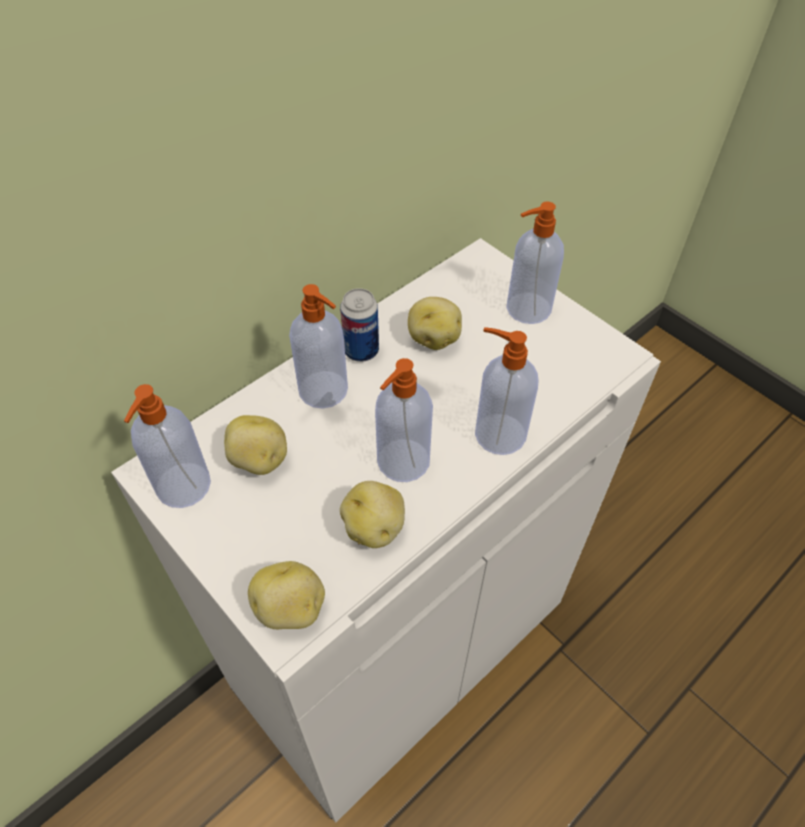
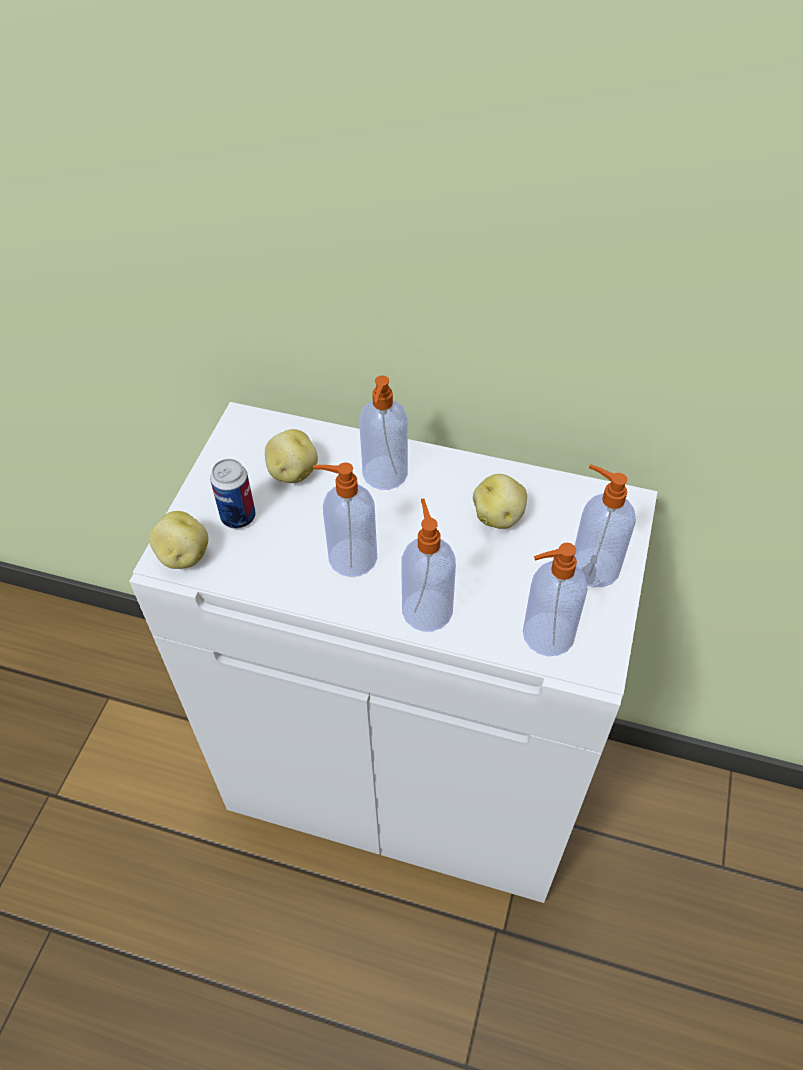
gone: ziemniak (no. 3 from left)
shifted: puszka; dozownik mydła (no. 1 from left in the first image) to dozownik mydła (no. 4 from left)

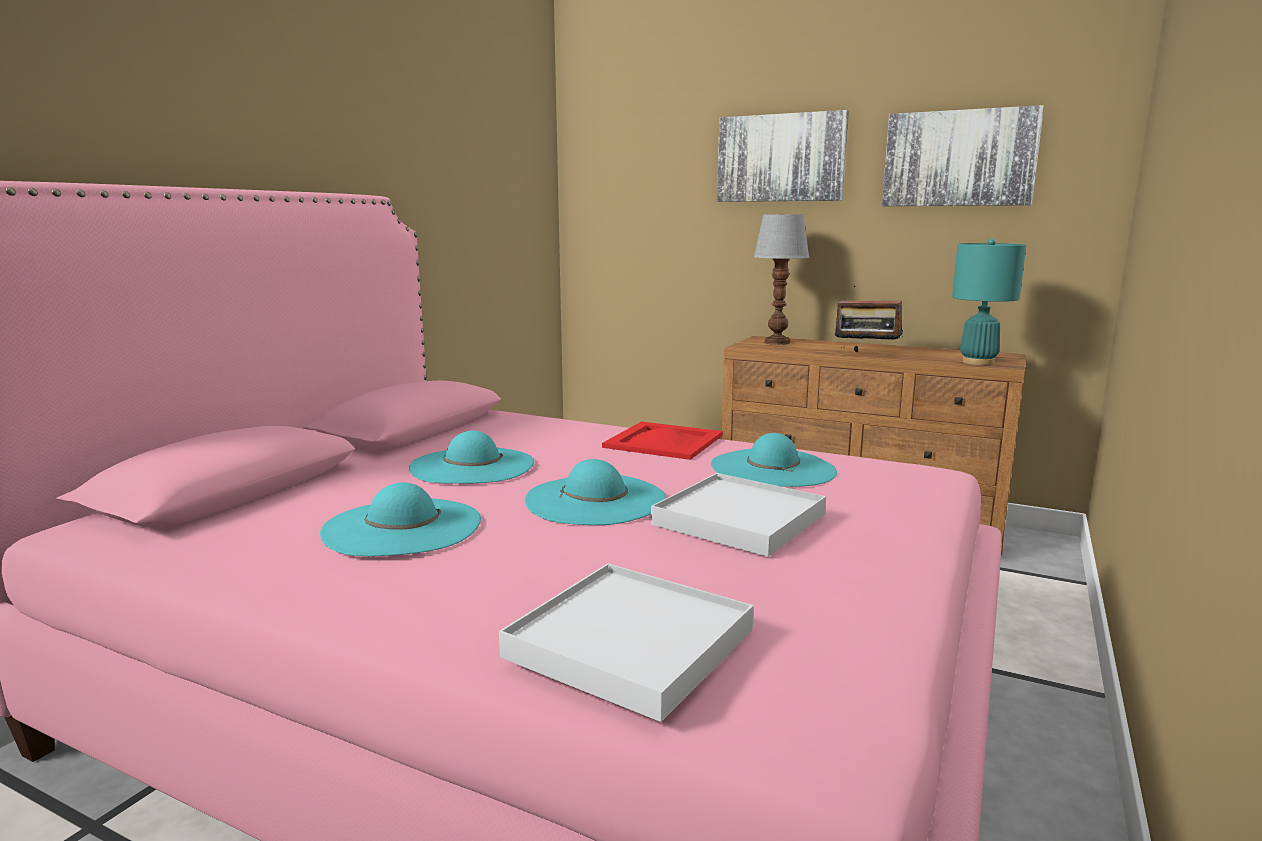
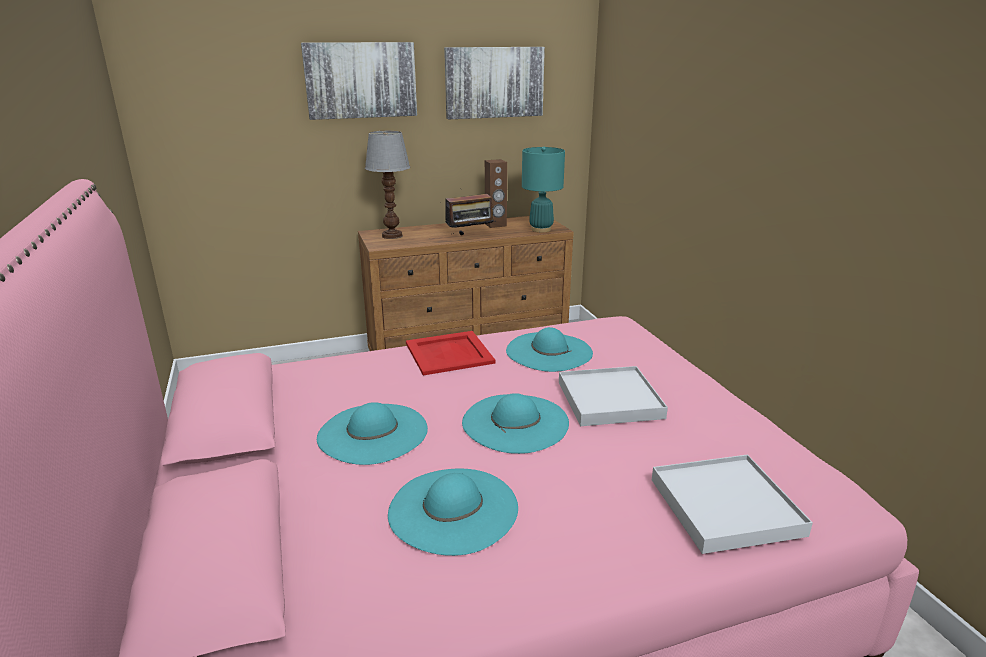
new: głośnik [brązowy]

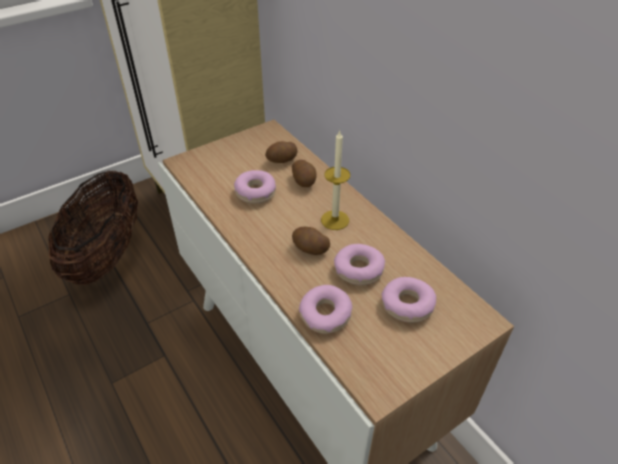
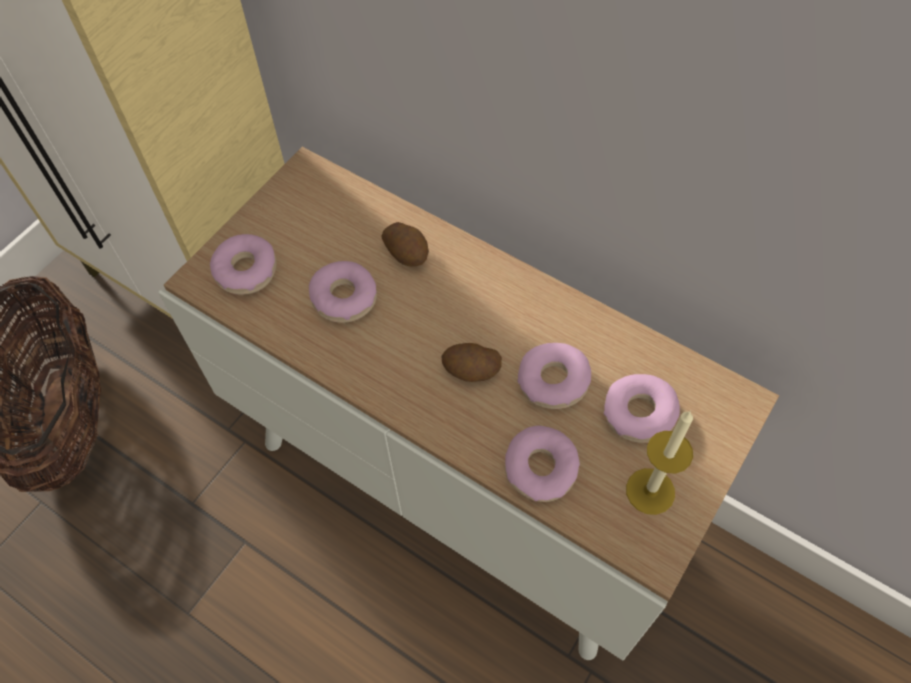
gone: ziemniak (no. 1 from left)
new: donut (no. 1 from left)
shifted: świeca

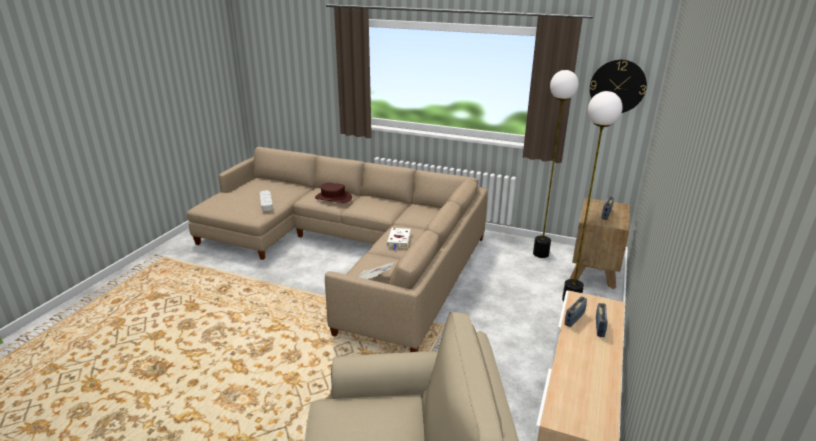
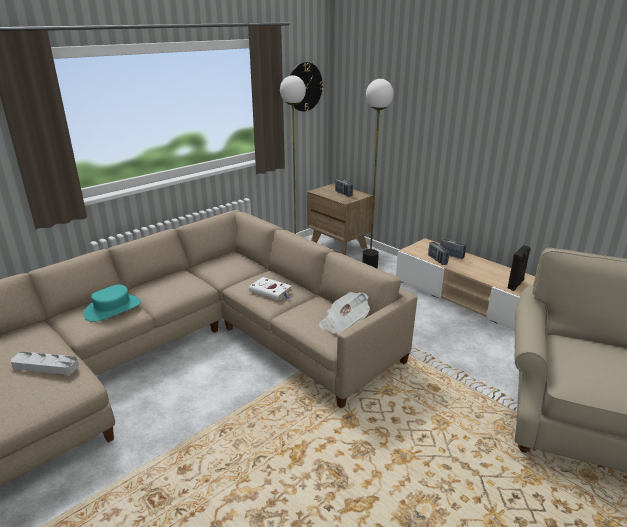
new: głośnik [czarny]
repainted: kapelusz [brązowy] to kapelusz [turkusowy]

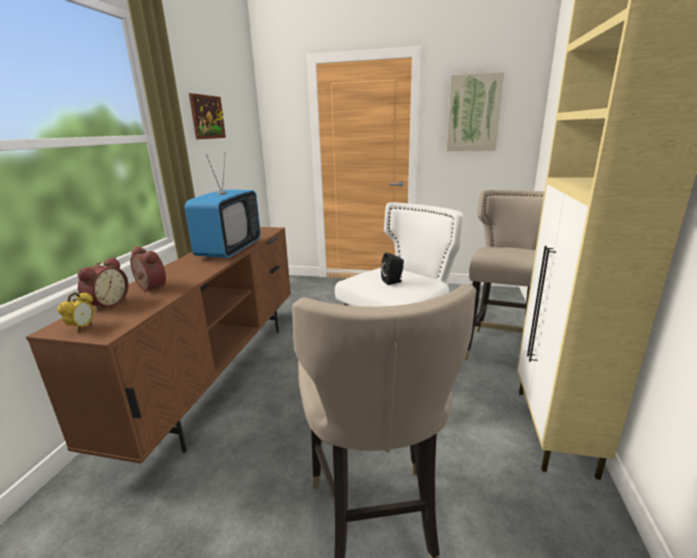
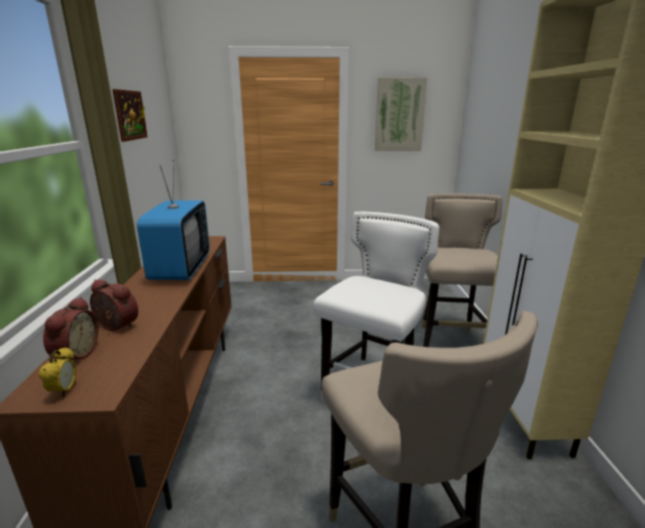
gone: głośnik [czarny]

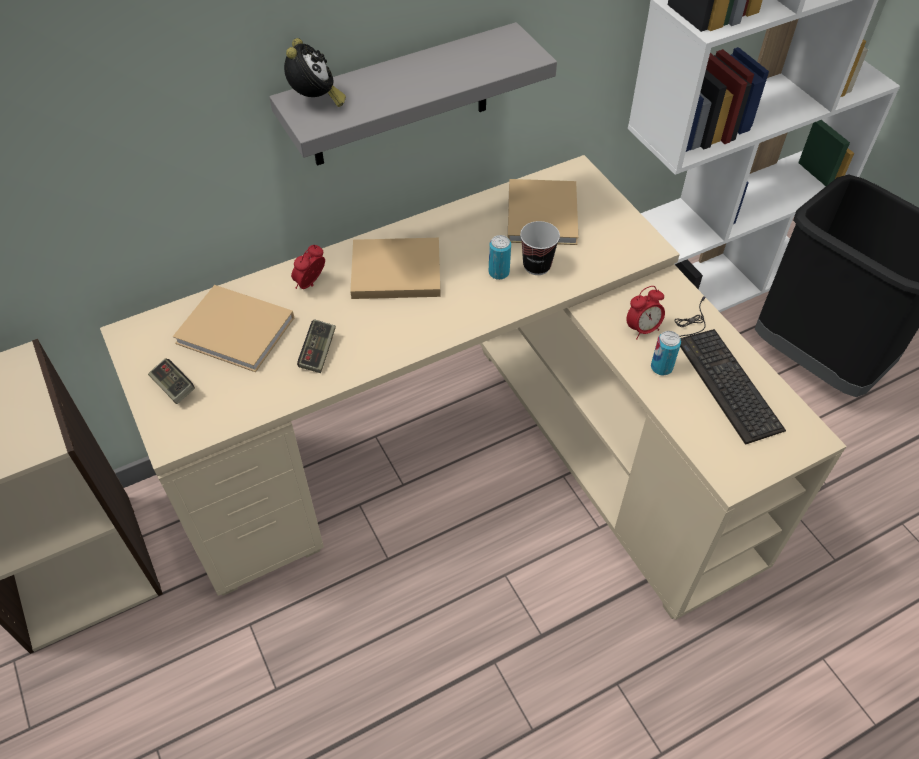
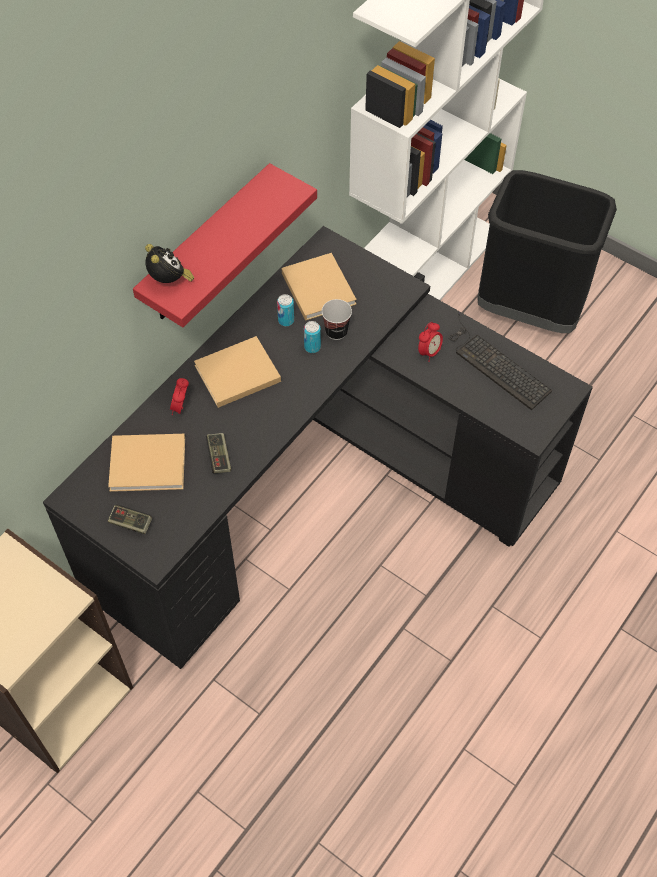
shifted: puszka (no. 2 from left in the first image) to puszka (no. 1 from left)
repainted: półka [szary] to półka [czerwony]; biurko [beżowy] to biurko [czarny]

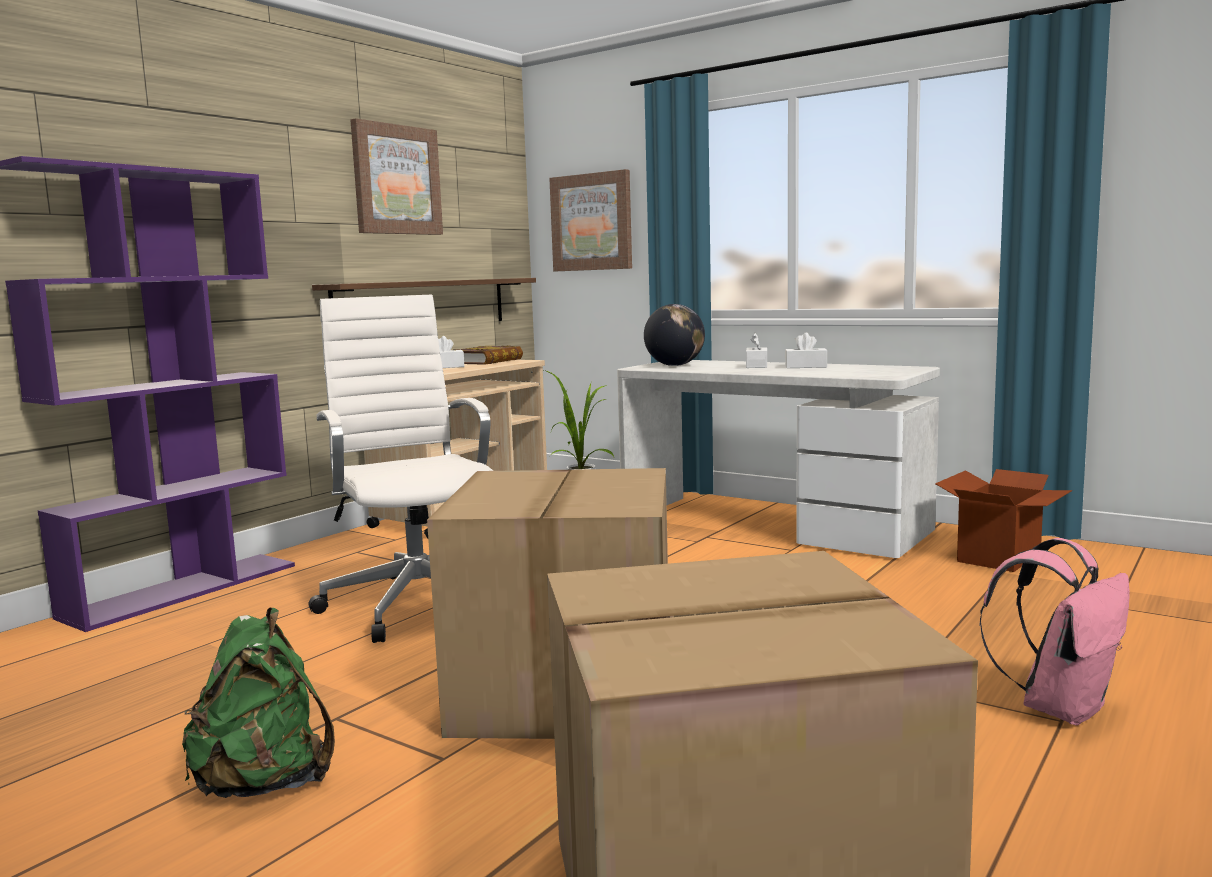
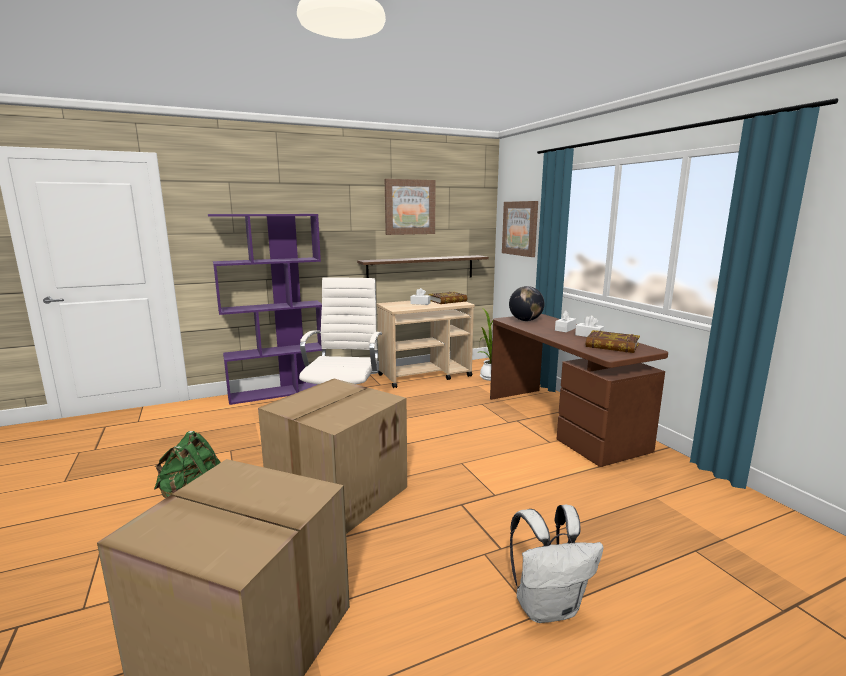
gone: karton (no. 3 from left)
new: książka (no. 2 from left)
repainted: biurko [biały] to biurko [brązowy]; plecak [różowy] to plecak [biały]

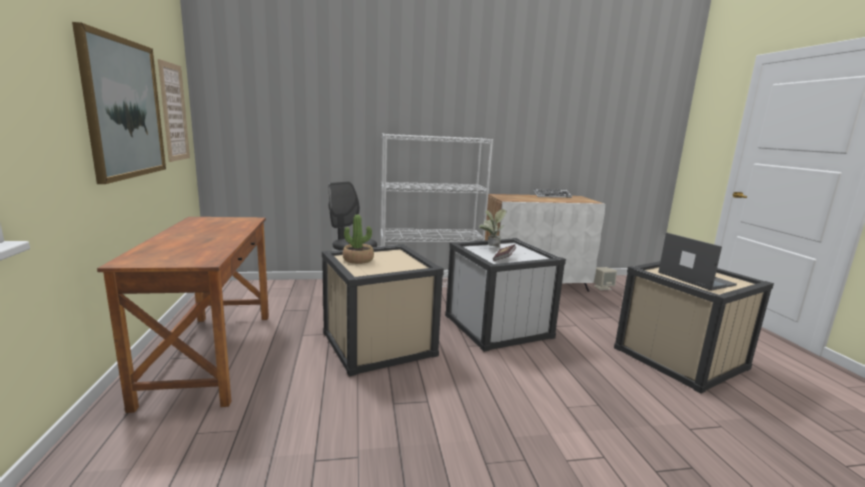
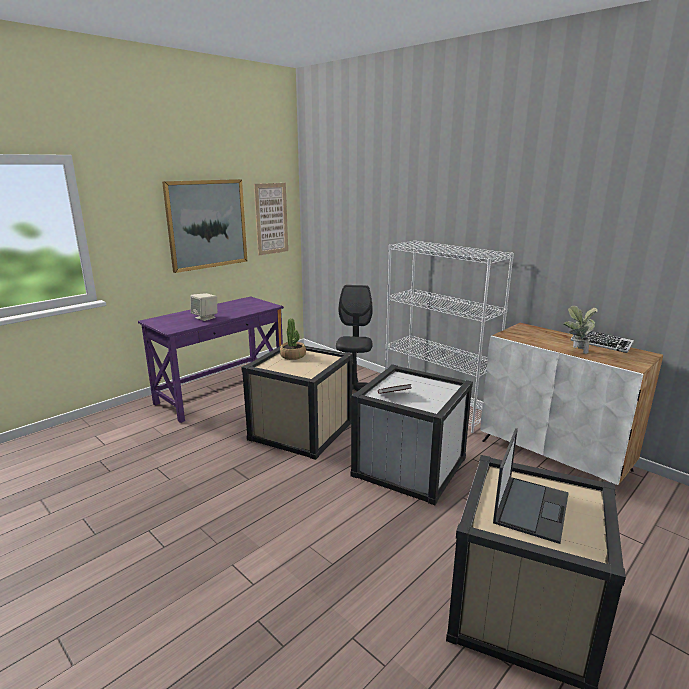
shifted: roślina doniczkowa (no. 2 from left); głośnik [beżowy]
repainted: biurko [brązowy] to biurko [fioletowy]

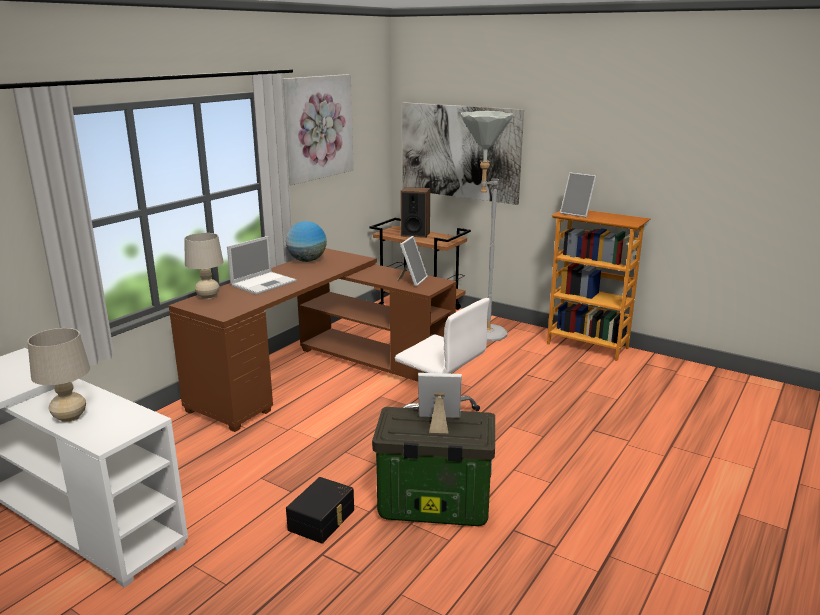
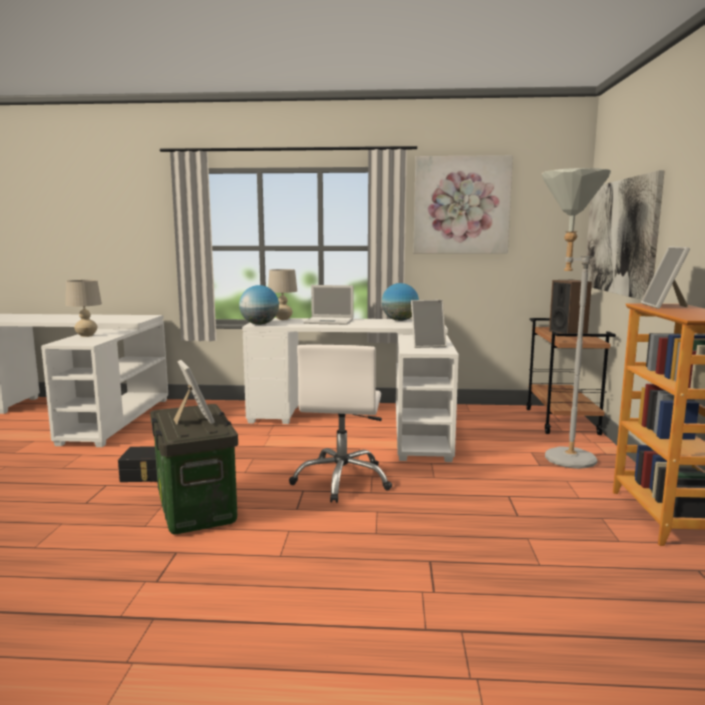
new: globus (no. 1 from left)
repainted: biurko [brązowy] to biurko [biały] (no. 2 from left)

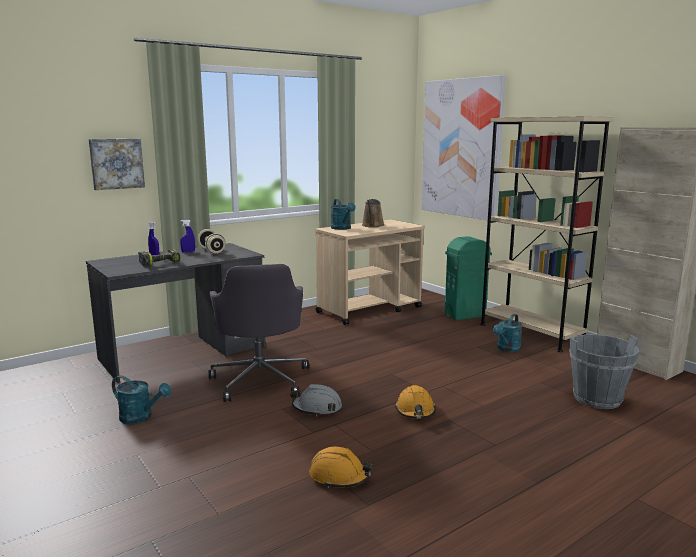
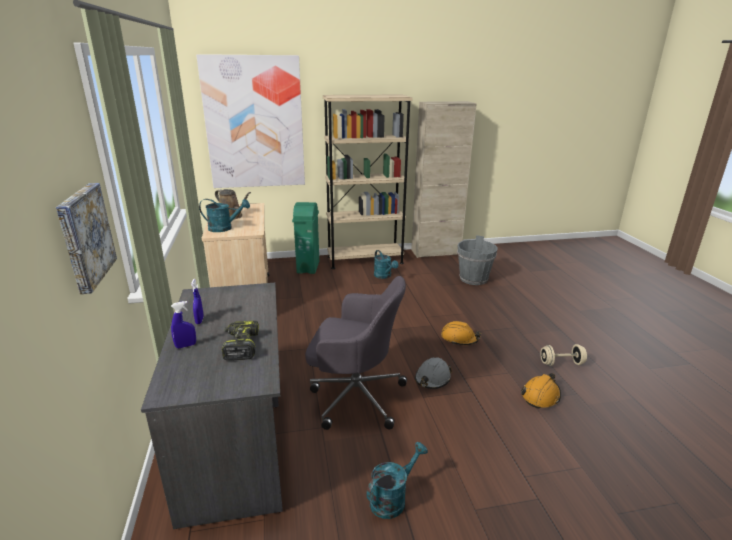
shifted: hantel [beżowy]

